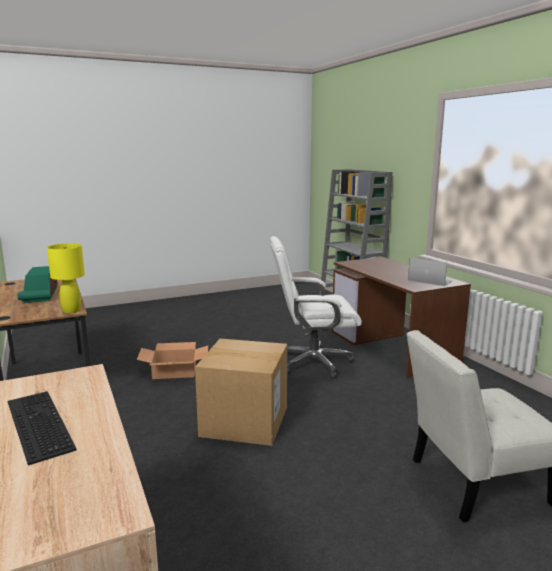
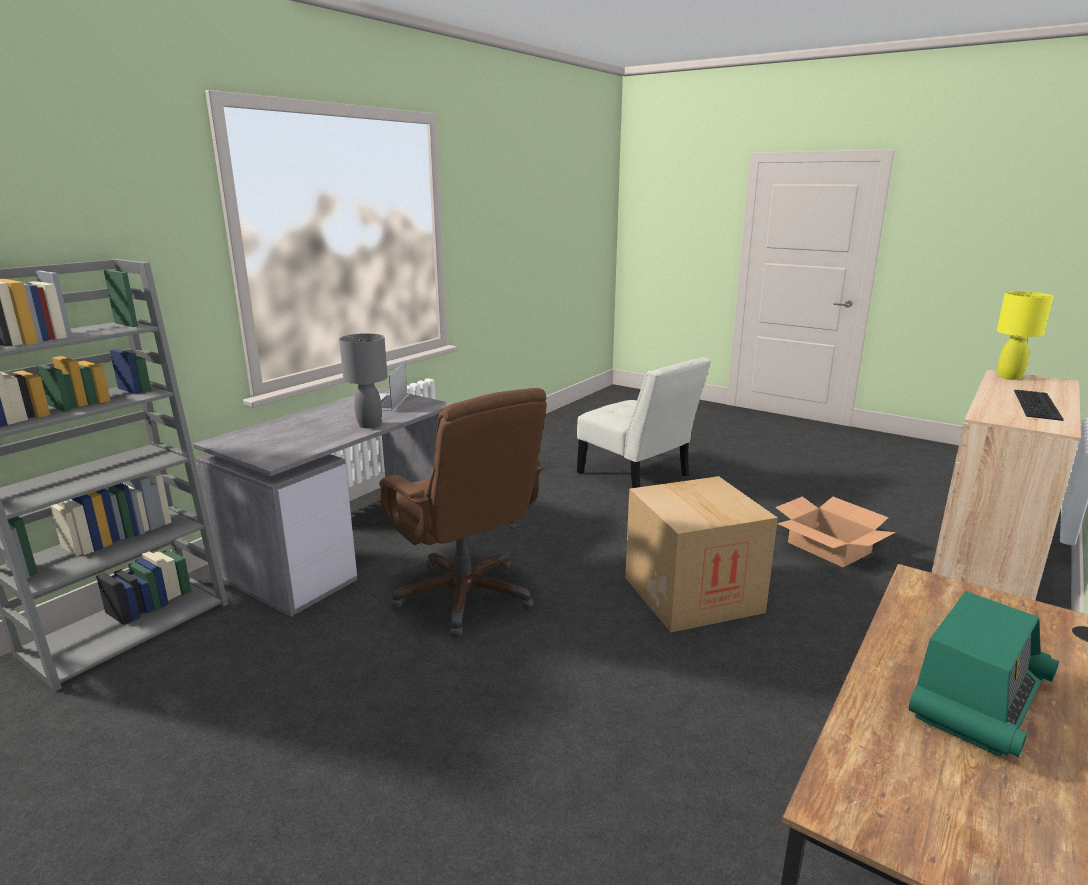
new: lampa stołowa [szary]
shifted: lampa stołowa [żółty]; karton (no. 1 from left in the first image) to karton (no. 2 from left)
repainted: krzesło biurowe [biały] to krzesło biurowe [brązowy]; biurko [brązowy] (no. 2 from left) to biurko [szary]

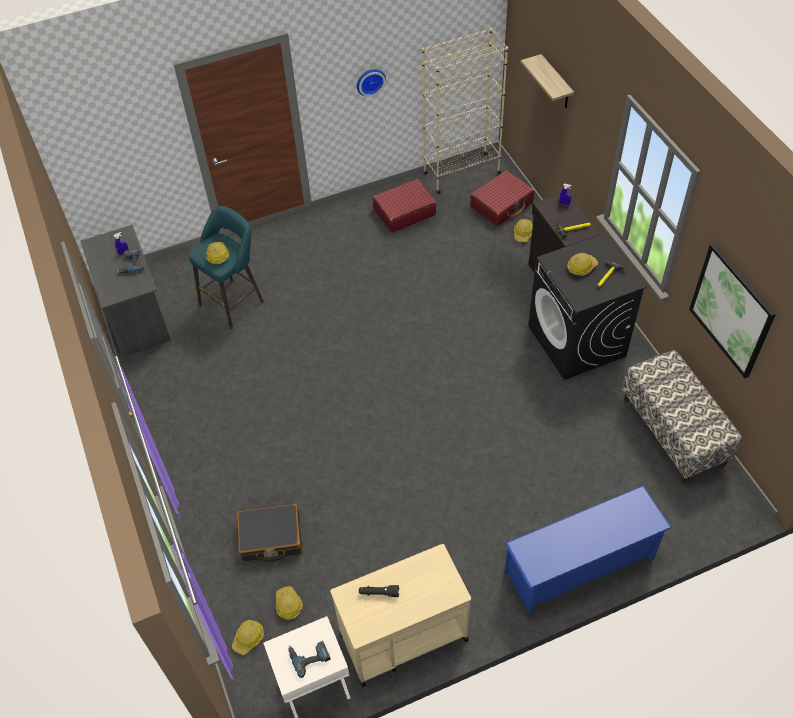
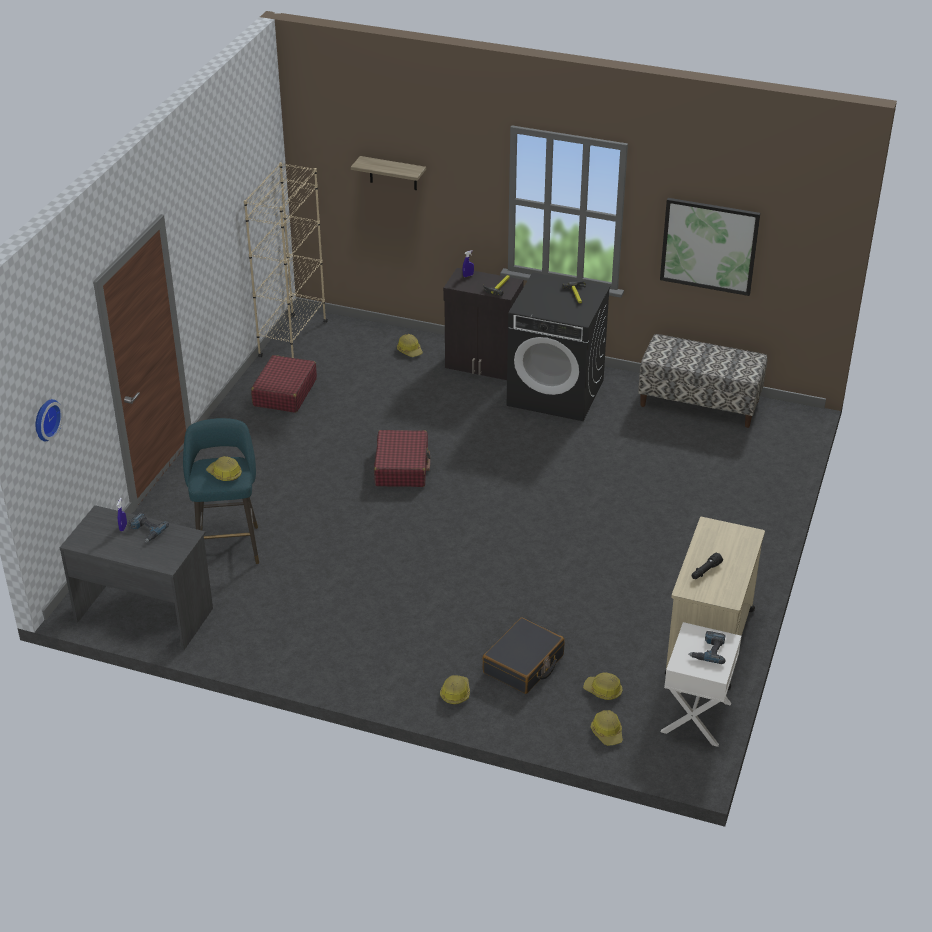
gone: regał na buty [niebieski]
shifted: zegar ścienny; walizka [czerwony] (no. 2 from left); kask (no. 5 from left in the first image) to kask (no. 3 from left)

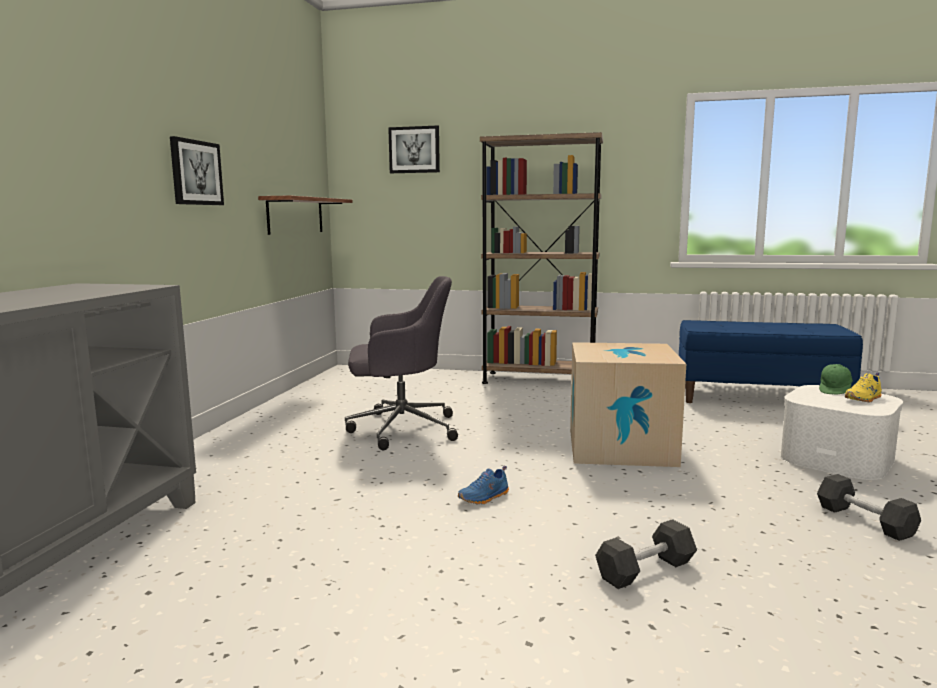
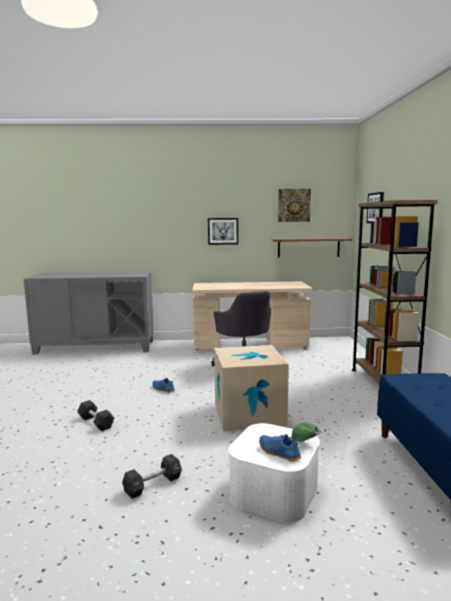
new: obraz (no. 2 from left); biurko [beżowy]
repainted: but [żółty] to but [niebieski] (no. 2 from left)

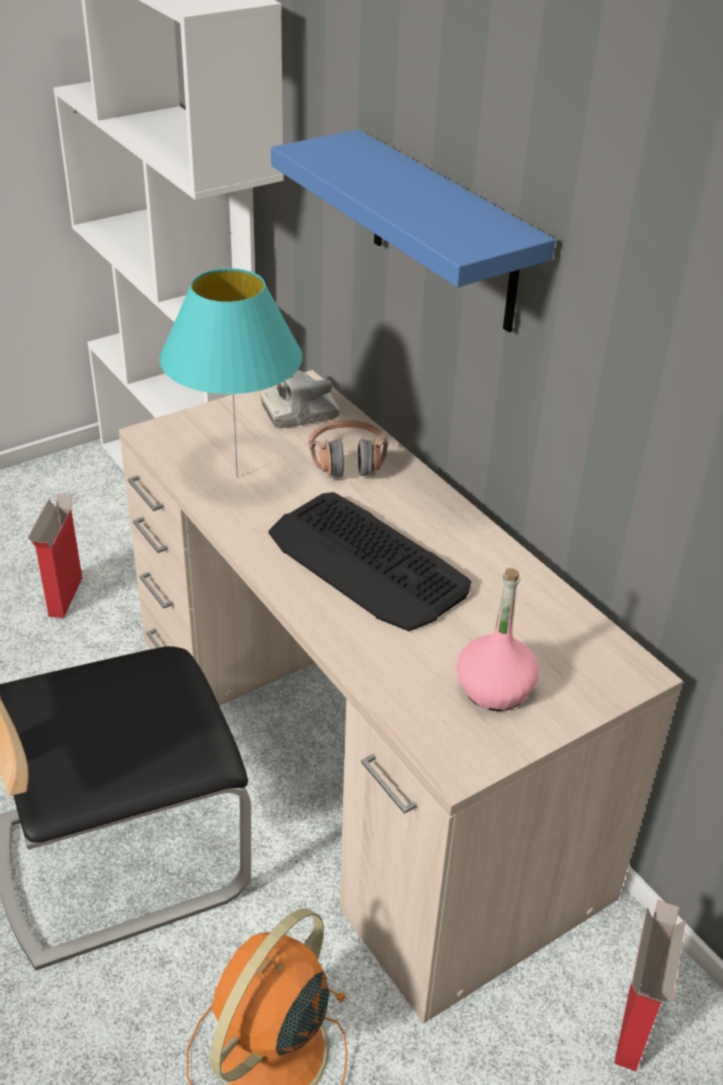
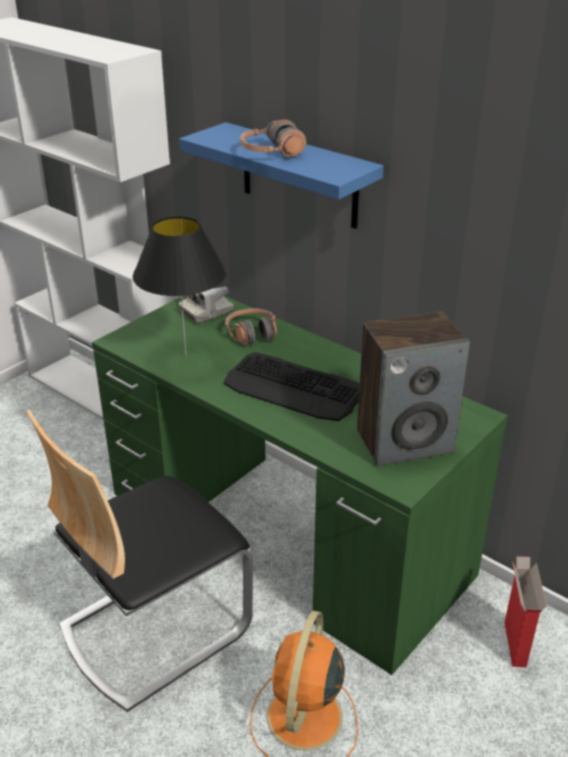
gone: karton (no. 1 from left)
new: słuchawki (no. 2 from left)
swapped: butelka [różowy] to głośnik
repainted: lampa stołowa [turkusowy] to lampa stołowa [czarny]; biurko [beżowy] to biurko [zielony]

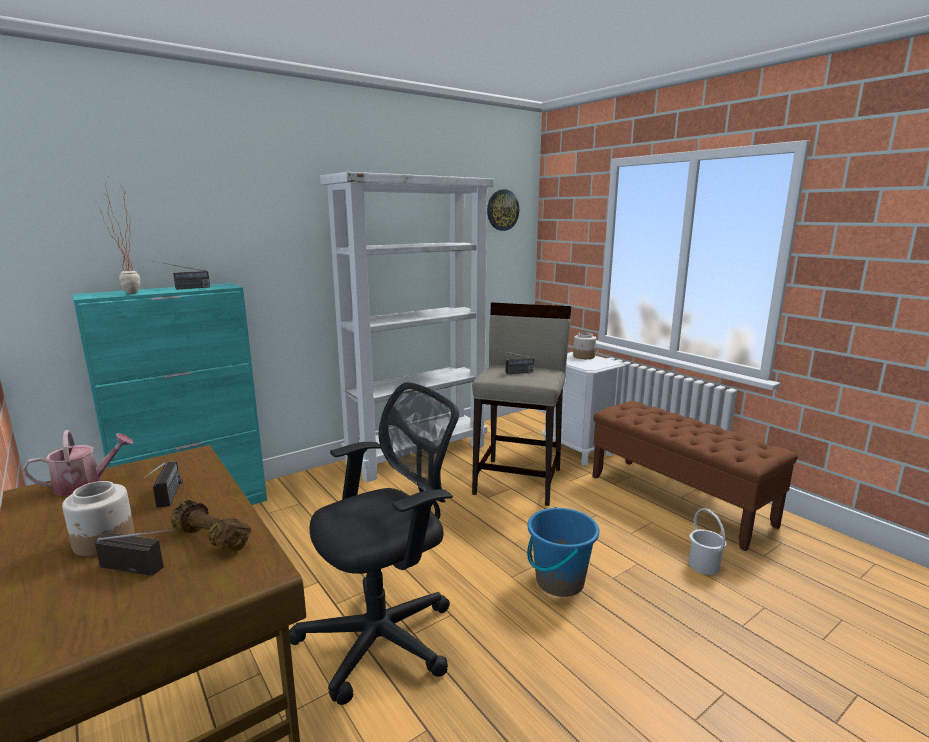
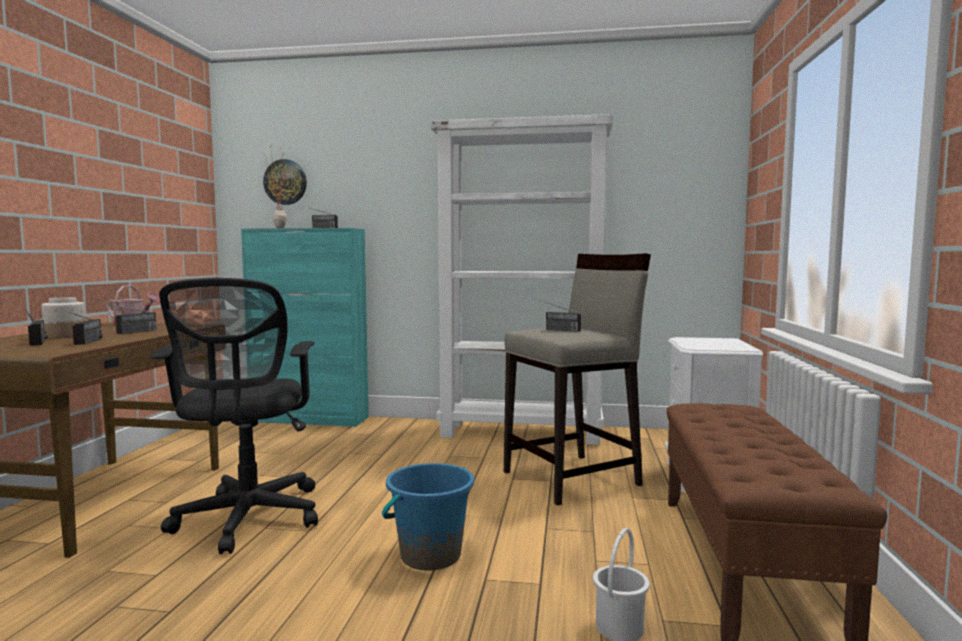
gone: słoik (no. 2 from left)
shifted: zegar ścienny
swapped: hantel [brązowy] to radio (no. 2 from left)
rotated: krzesło biurowe [czarny] 75 degrees clockwise

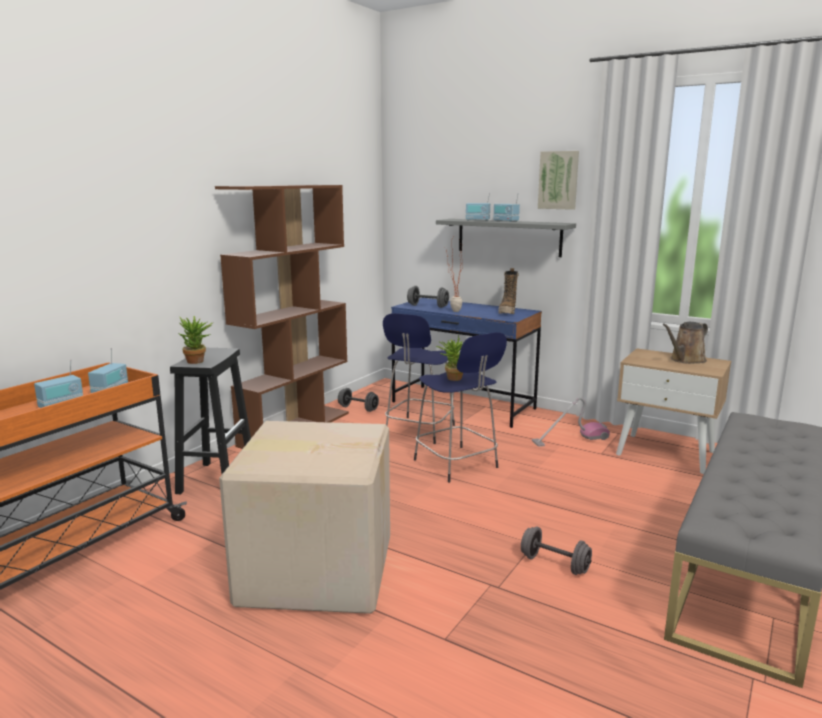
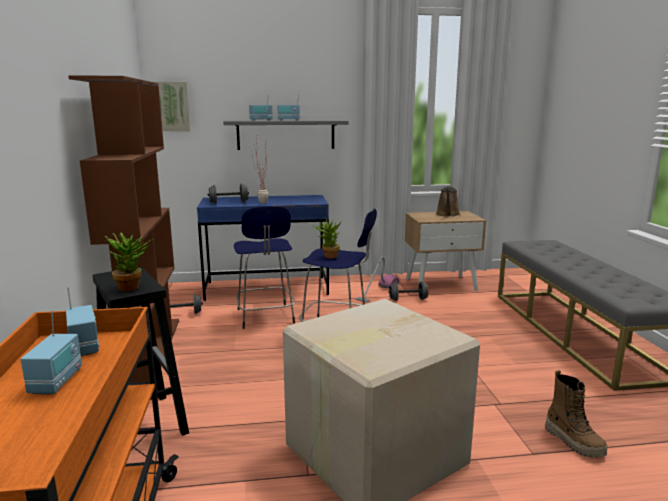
shifted: obraz; but z cholewką; hantel [szary] (no. 3 from left)

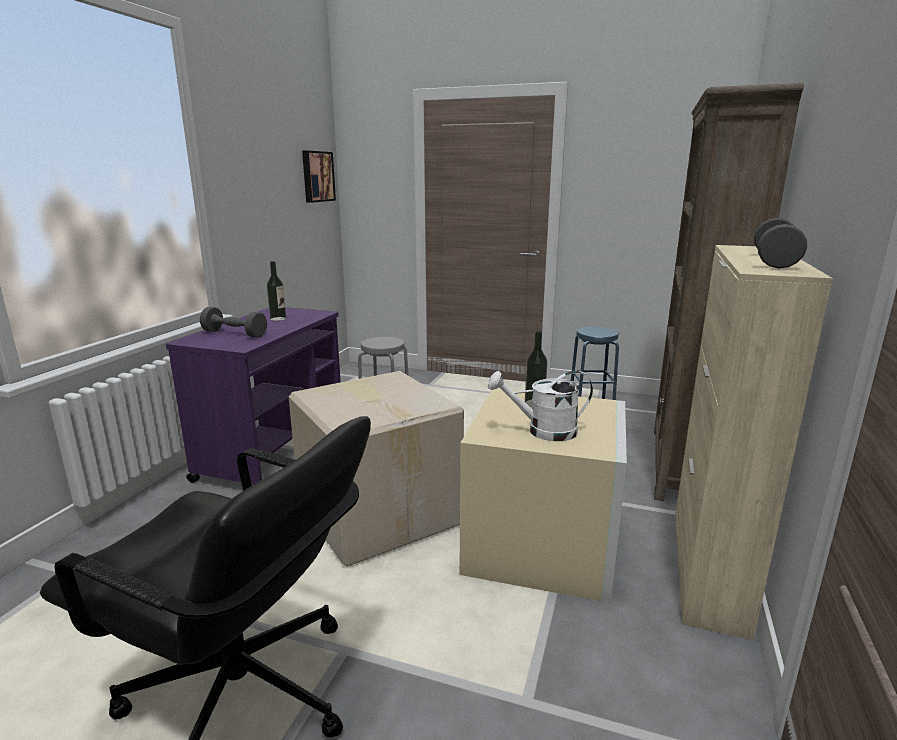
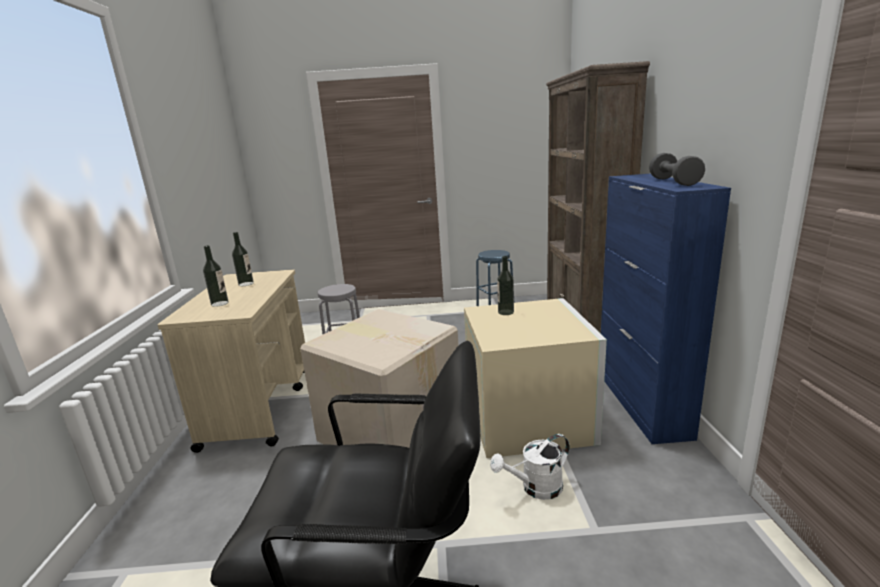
gone: obraz
shifted: konewka [biały]
swapped: hantel [szary] (no. 1 from left) to butelka (no. 1 from left)
repainted: szafka [beżowy] to szafka [niebieski]; wózek [fioletowy] to wózek [beżowy]

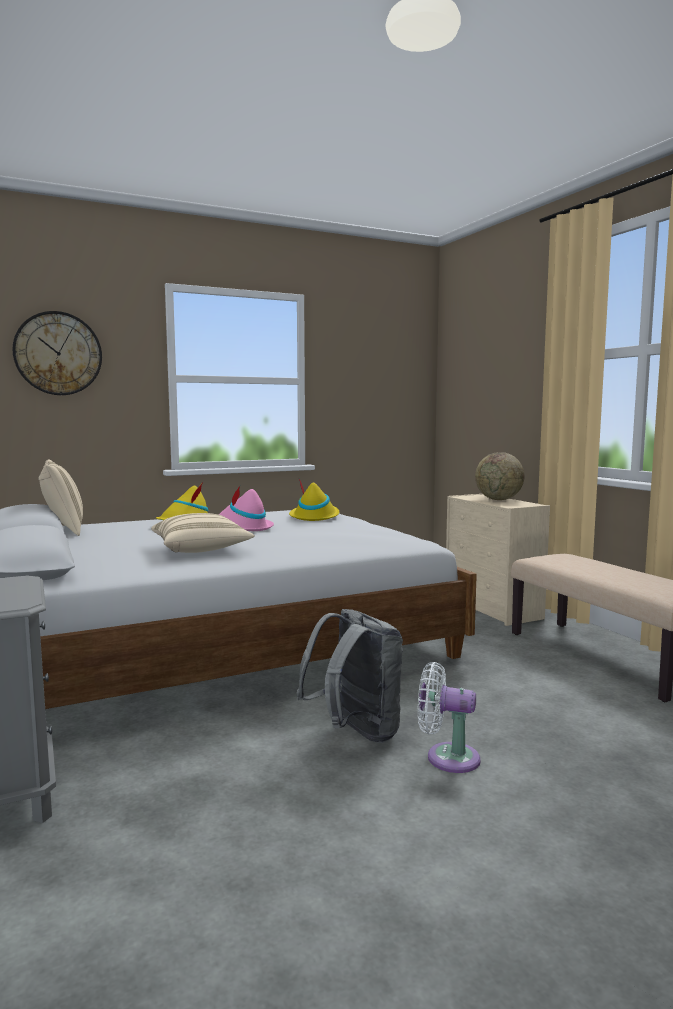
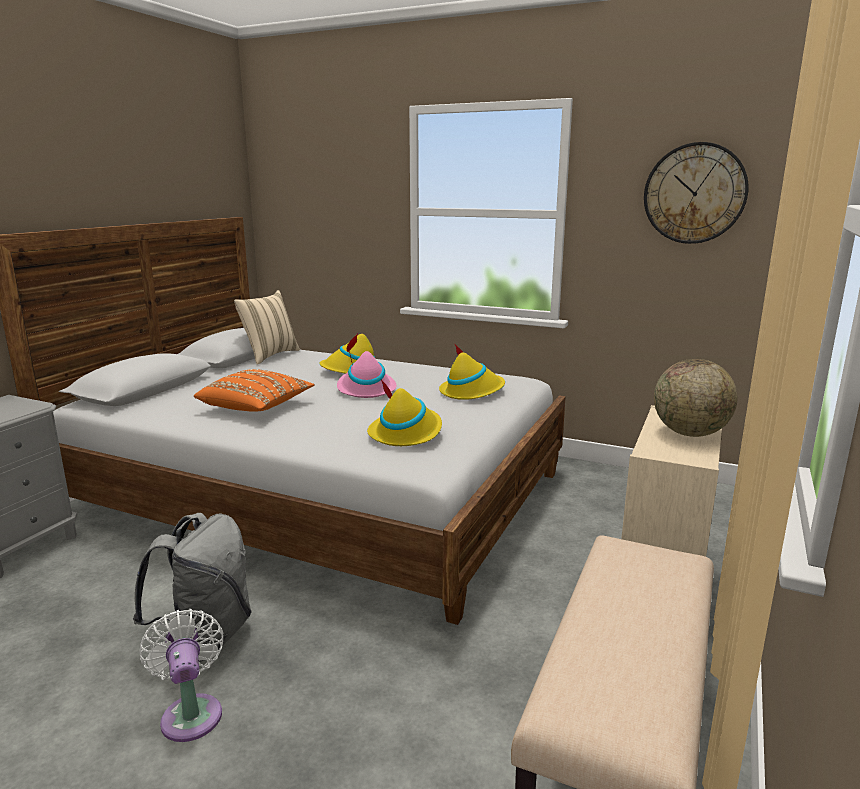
new: kapelusz [żółty] (no. 2 from left)
shifted: zegar ścienny
repainted: poduszka [beżowy] (no. 2 from left) to poduszka [pomarańczowy]

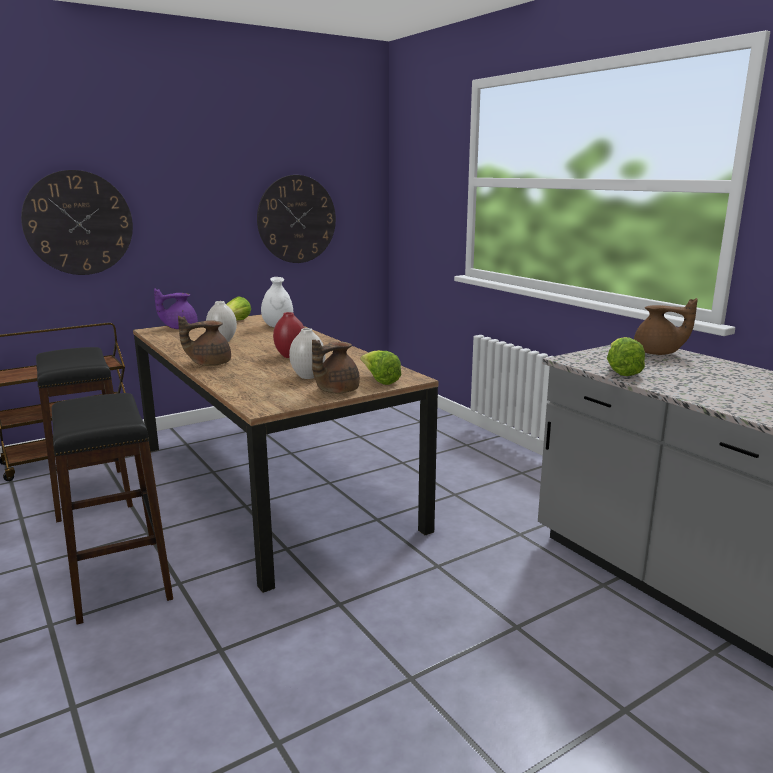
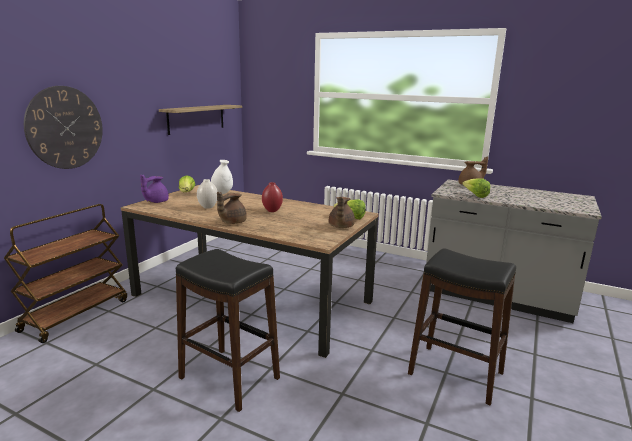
gone: wazon [biały] (no. 3 from left)
shifted: stołek [czarny] (no. 1 from left in the first image) to stołek [czarny] (no. 2 from left)
swapped: zegar ścienny (no. 2 from left) to półka

